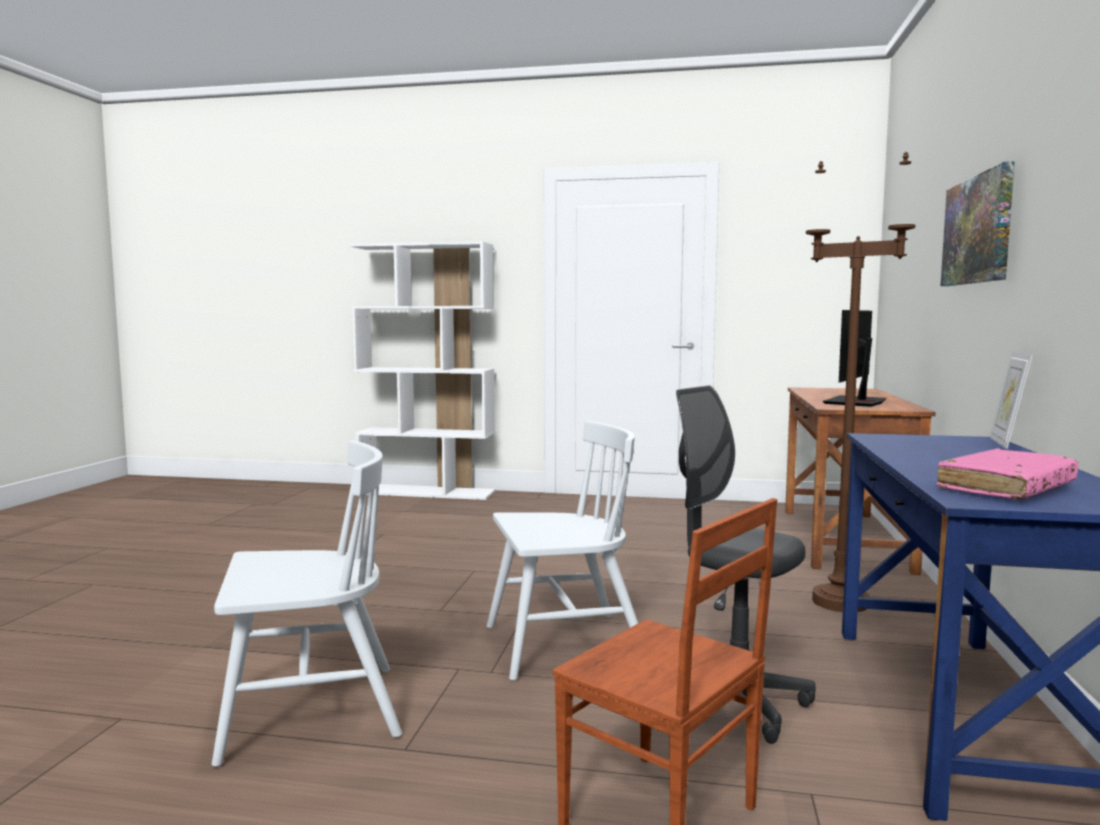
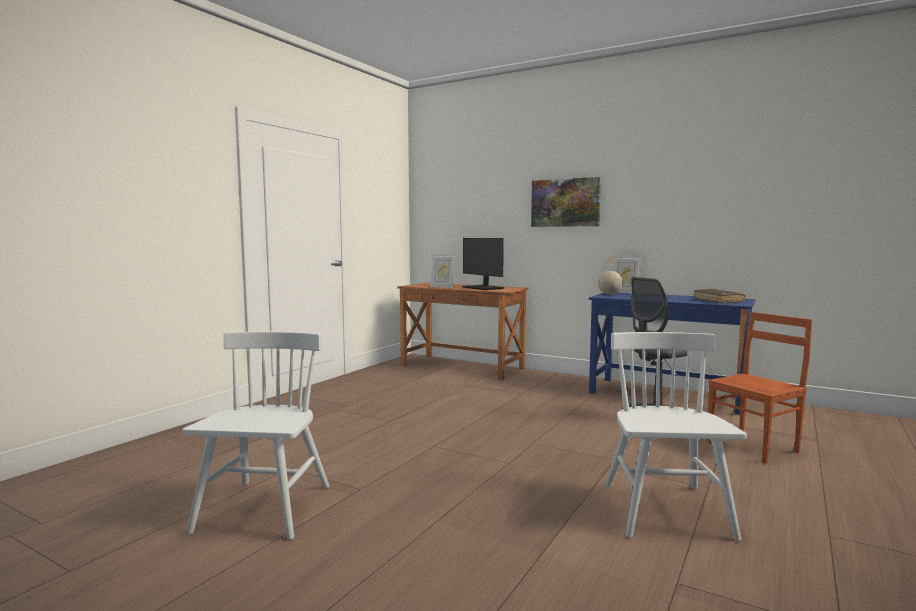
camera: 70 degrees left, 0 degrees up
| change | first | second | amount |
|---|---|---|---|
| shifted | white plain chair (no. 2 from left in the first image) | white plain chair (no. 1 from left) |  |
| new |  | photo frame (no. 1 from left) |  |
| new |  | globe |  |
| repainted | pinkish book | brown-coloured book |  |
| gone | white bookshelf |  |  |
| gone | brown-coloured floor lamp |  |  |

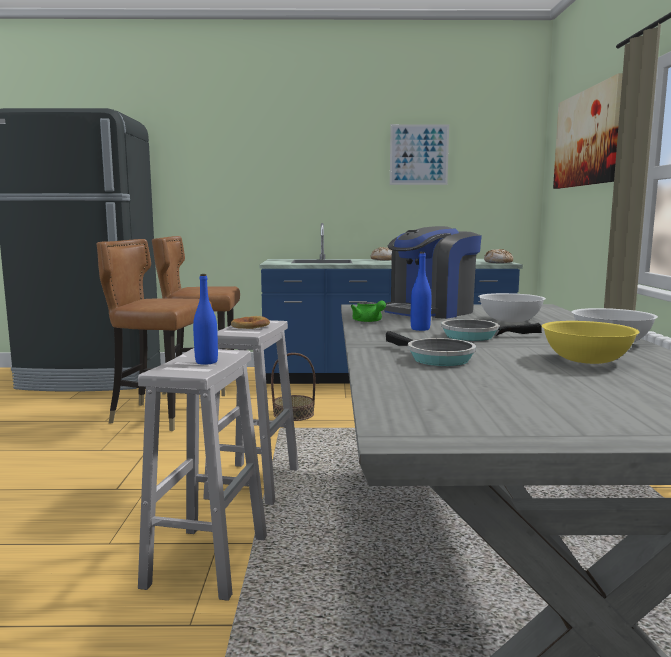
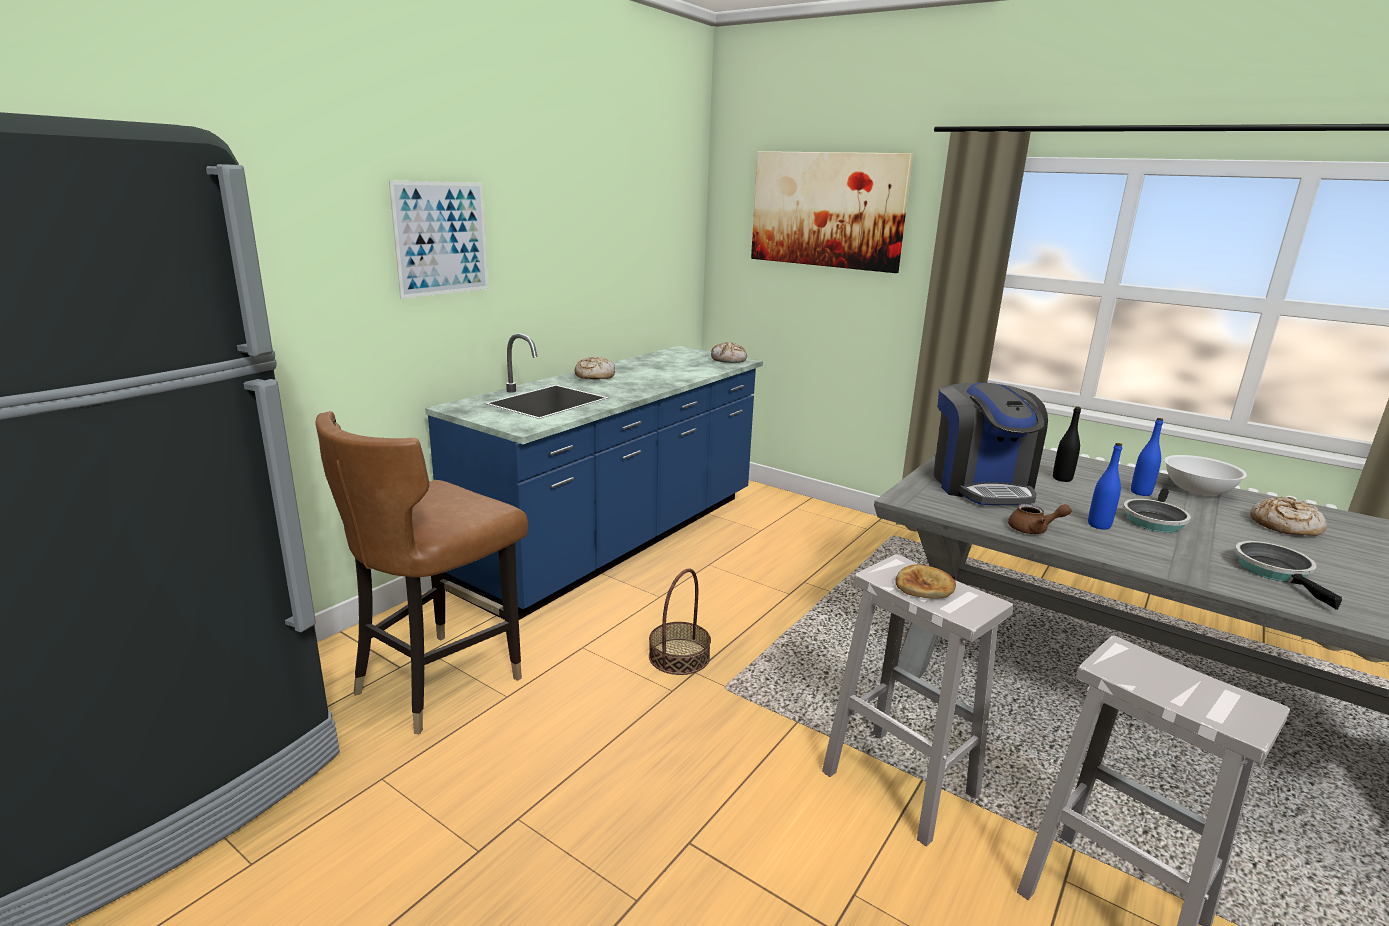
camera: 55 degrees left, 10 degrees up
| change | first | second | amount |
|---|---|---|---|
| shifted | picture (no. 1 from left) |  |  |
| repainted | green pot for tea | brown-coloured pot for tea |  |
| swapped | white bowl (no. 1 from left) | blackish beverage bottle |  |
| shifted | blue-coloured beverage bottle (no. 1 from left in the first image) | blue-coloured beverage bottle (no. 2 from left) |  |
| rotated | pan (no. 1 from left in the first image) | pan (no. 2 from left) | 90 degrees counterclockwise |
| swapped | yellow bowl | bakery bread (no. 4 from left) |  |
| gone | brown-coloured plain chair (no. 1 from left) |  |  |

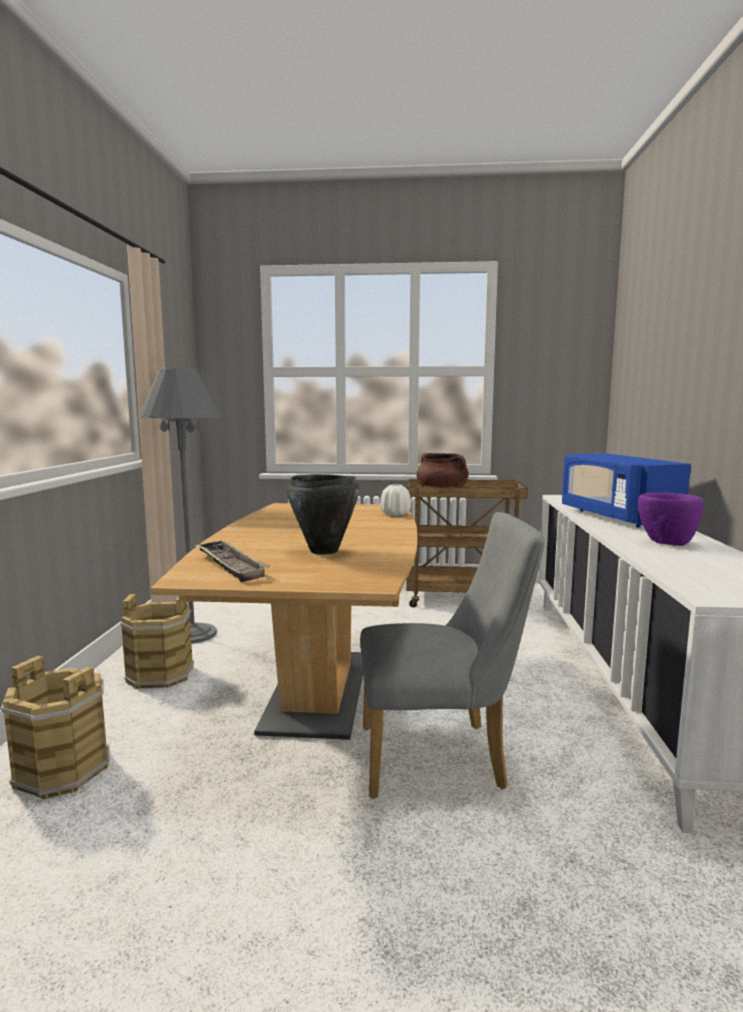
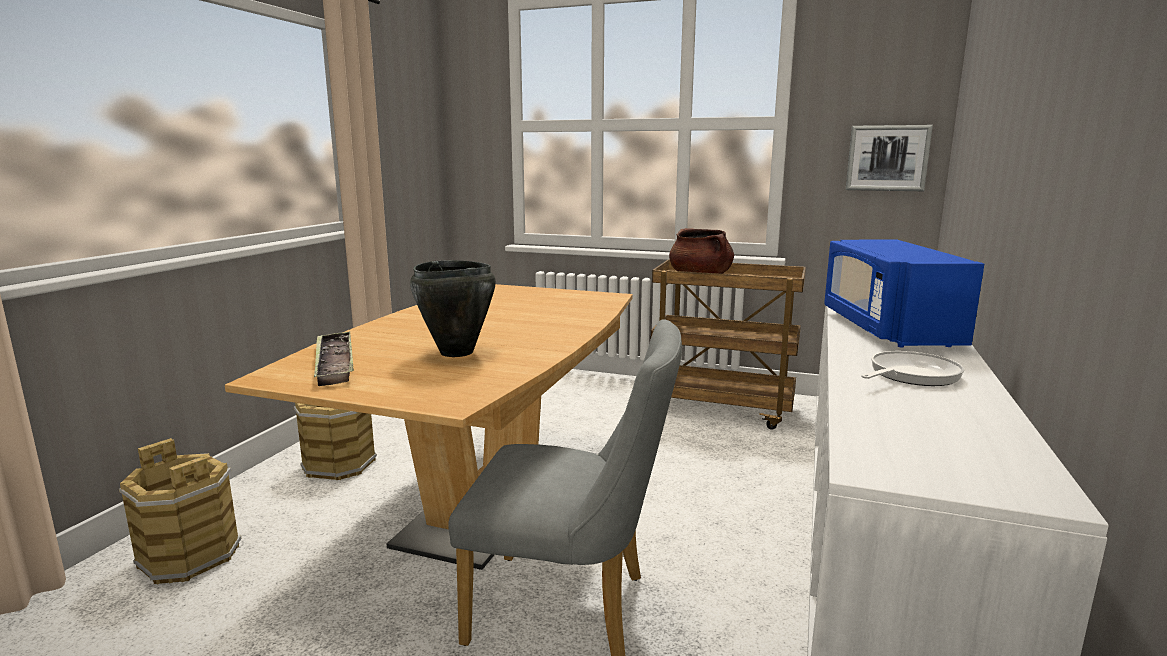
camera: 15 degrees right, 5 degrees up
| change | first | second | amount |
|---|---|---|---|
| new |  | picture |  |
| swapped | purple bowl | pan |  |
| gone | greyish floor lamp |  |  |
| gone | white decorative vase |  |  |

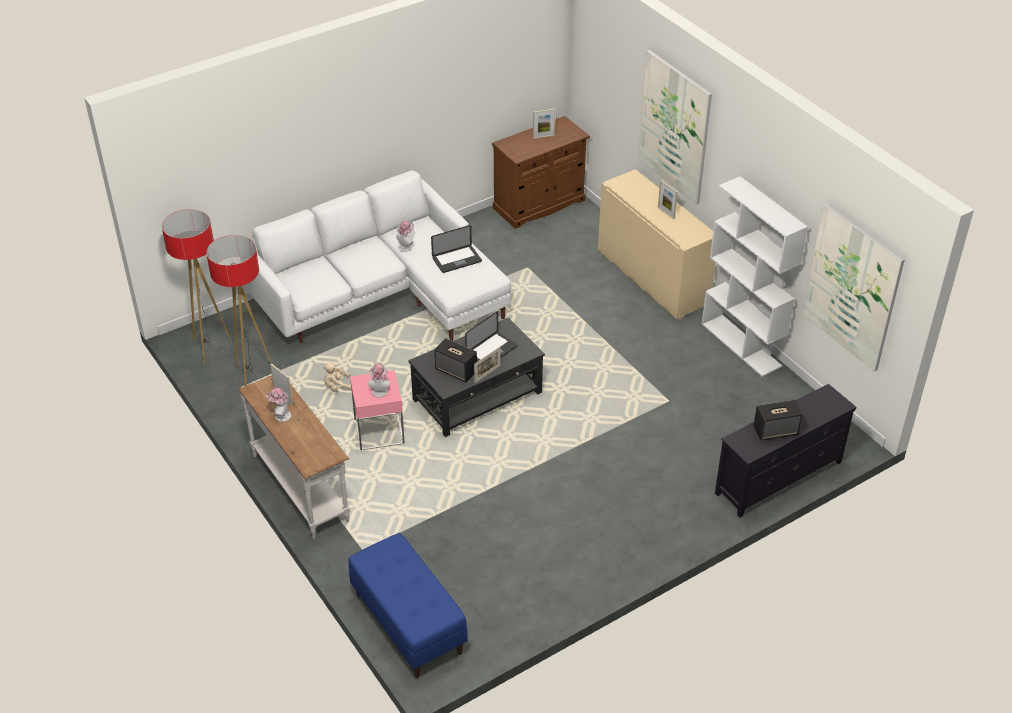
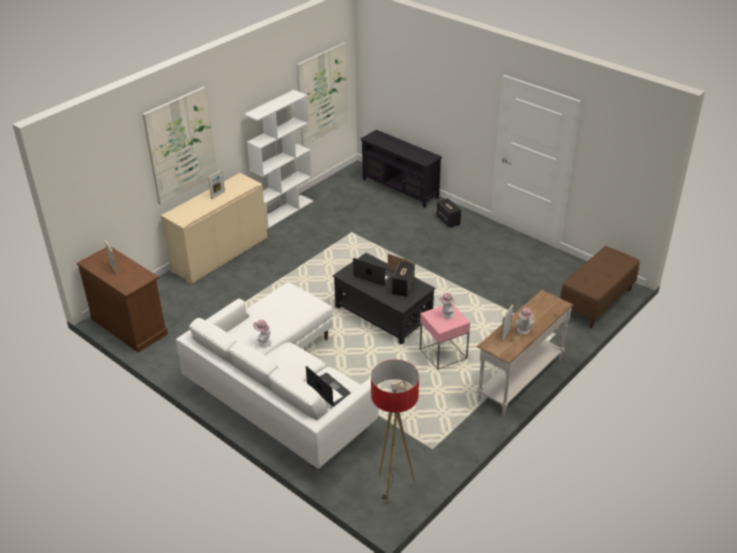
camera: 105 degrees left, 5 degrees down
| change | first | second | amount |
|---|---|---|---|
| shifted | laptop (no. 1 from left) |  |  |
| shifted | audio speaker (no. 2 from left) |  |  |
| repainted | blue-coloured indoor bench | brown-coloured indoor bench |  |
| gone | floor lamp (no. 2 from left) |  |  |

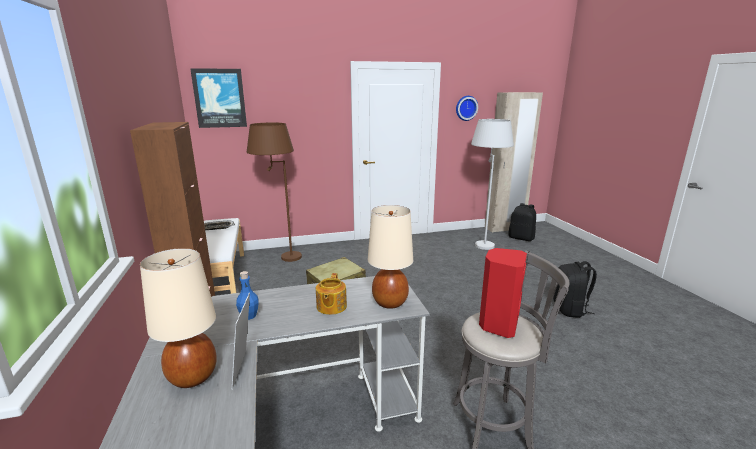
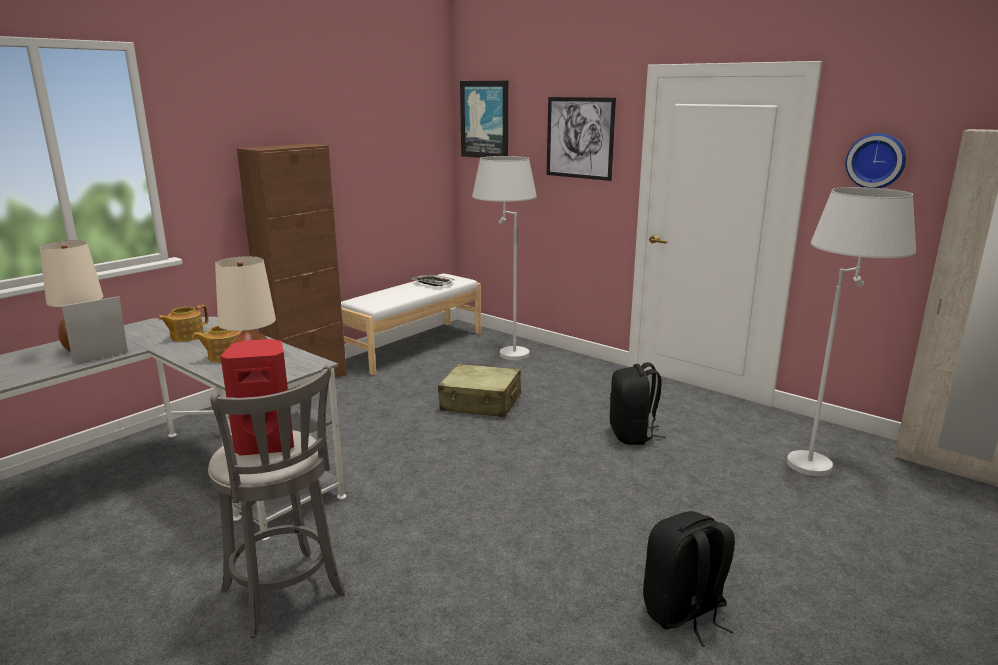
camera: 55 degrees right, 0 degrees up
| change | first | second | amount |
|---|---|---|---|
| swapped | blue-coloured beverage bottle | pot for tea (no. 1 from left) |  |
| repainted | brown-coloured floor lamp | white floor lamp (no. 1 from left) |  |
| new |  | picture (no. 2 from left) |  |
| shifted | blackish knapsack (no. 1 from left) |  |  |

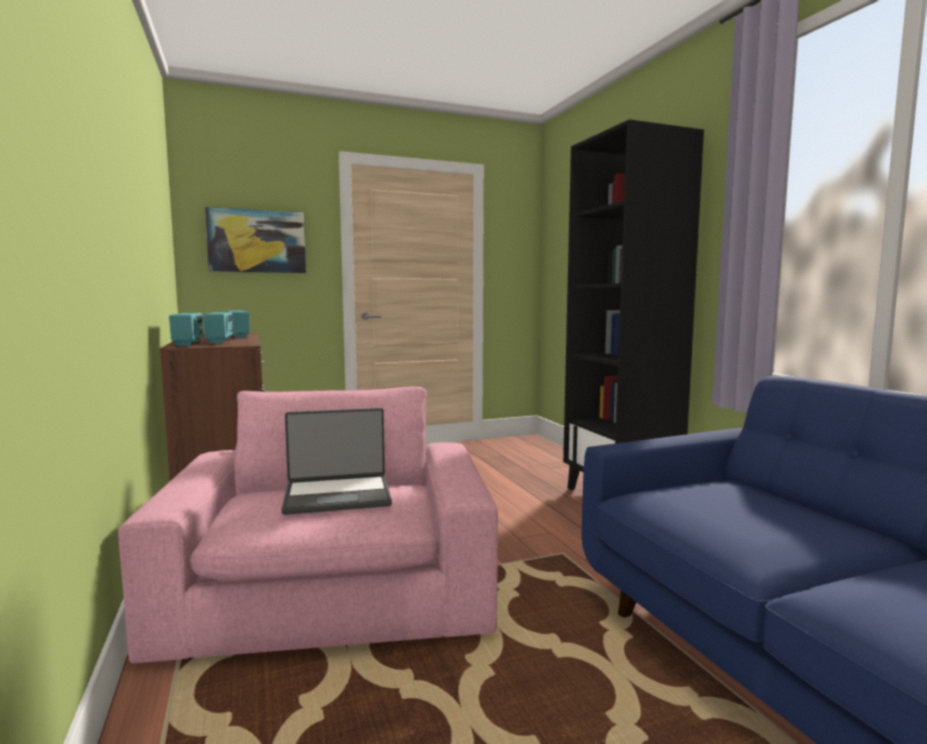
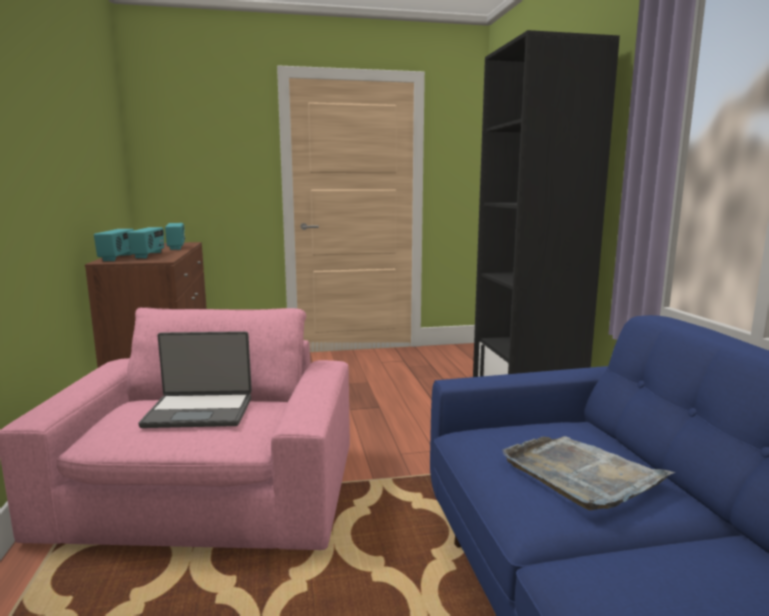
camera: 10 degrees right, 5 degrees up
| change | first | second | amount |
|---|---|---|---|
| new |  | greyish serving tray |  |
| gone | picture |  |  |

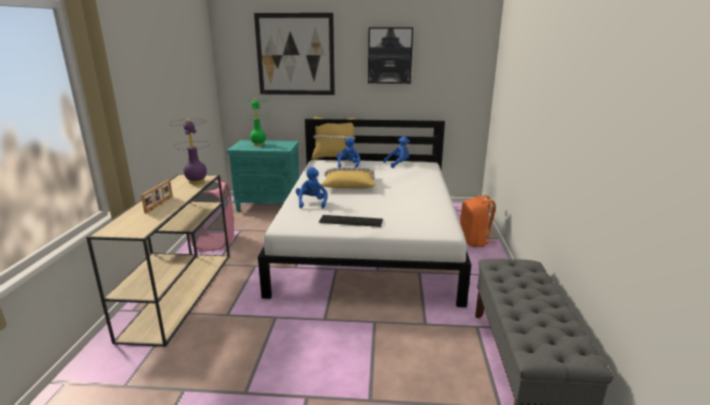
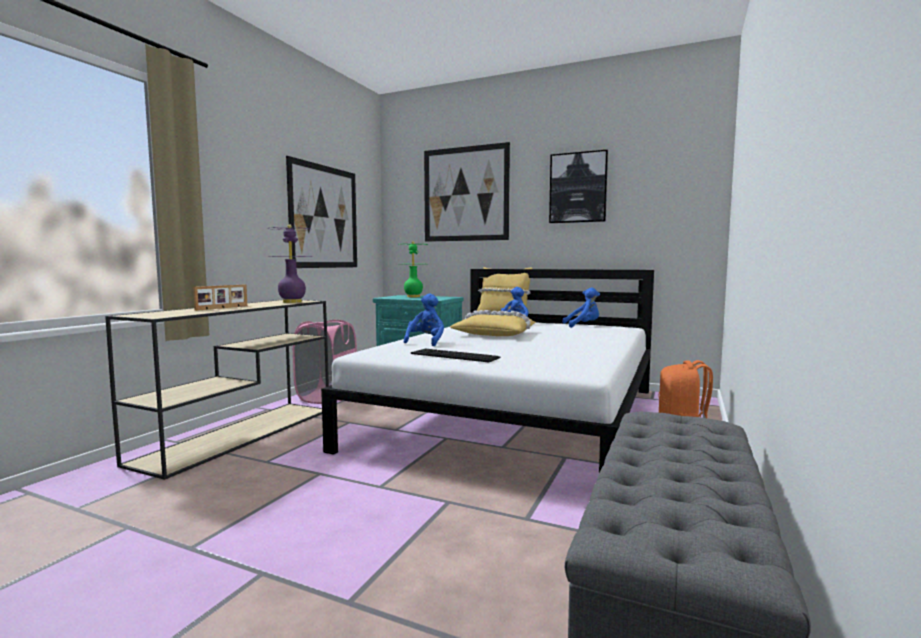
camera: 20 degrees right, 15 degrees down
| change | first | second | amount |
|---|---|---|---|
| new |  | picture (no. 1 from left) |  |

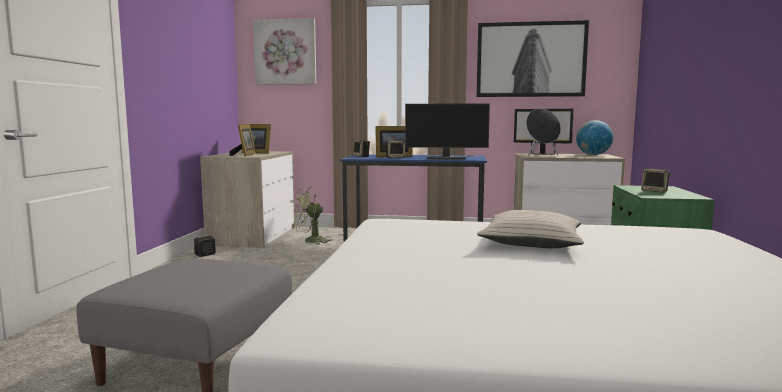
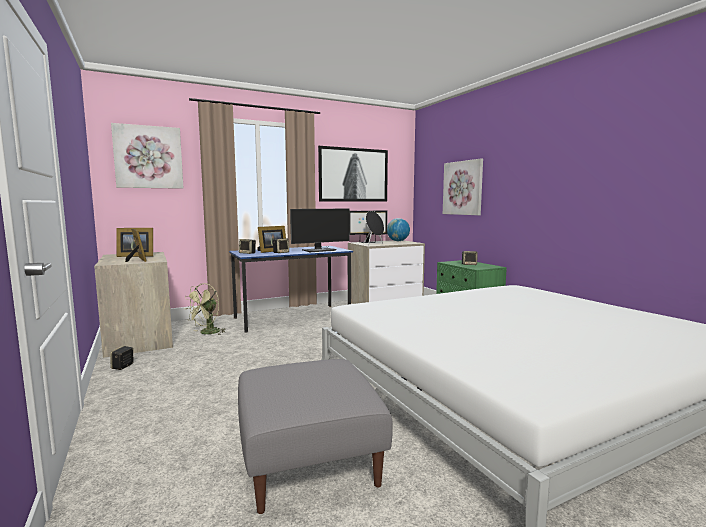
camera: 35 degrees left, 0 degrees up
| change | first | second | amount |
|---|---|---|---|
| new |  | picture (no. 3 from left) |  |
| gone | beige pillow |  |  |

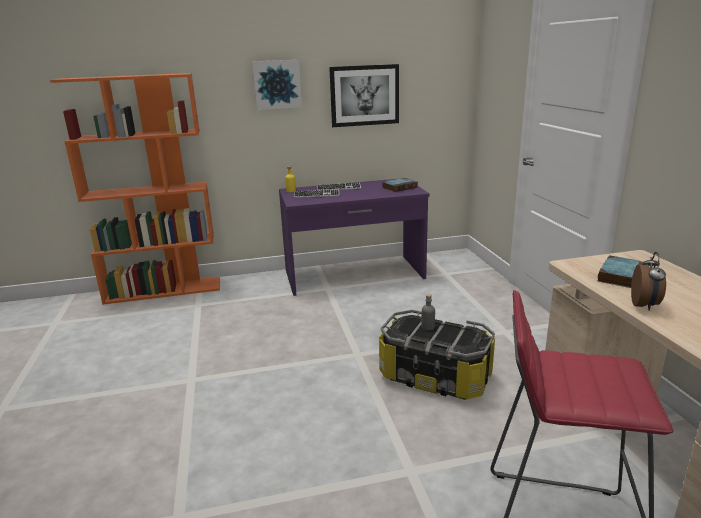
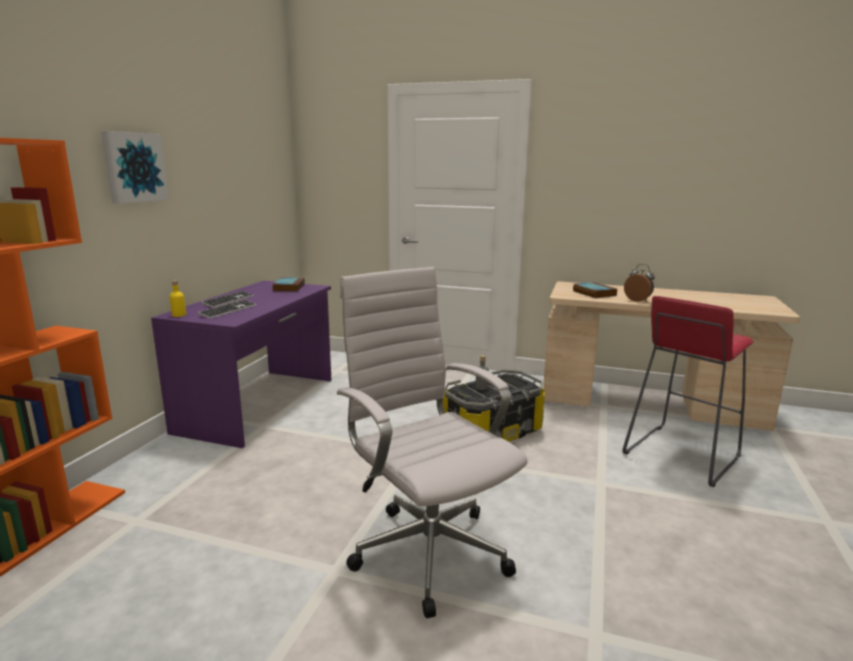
camera: 60 degrees left, 5 degrees down
| change | first | second | amount |
|---|---|---|---|
| new |  | white office chair |  |
| gone | picture (no. 2 from left) |  |  |

